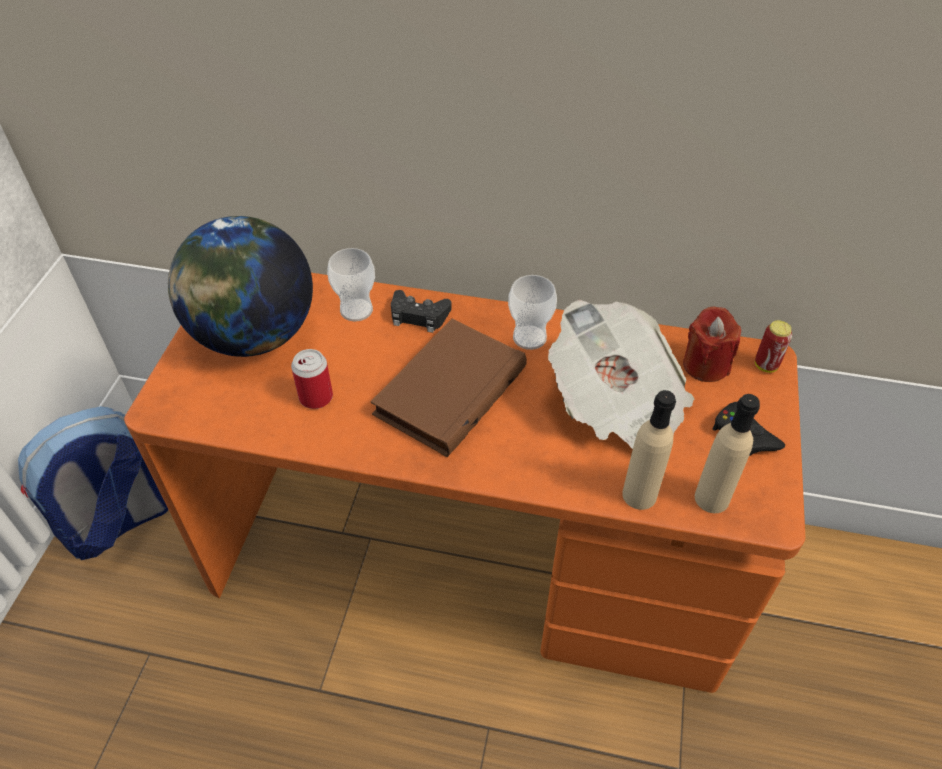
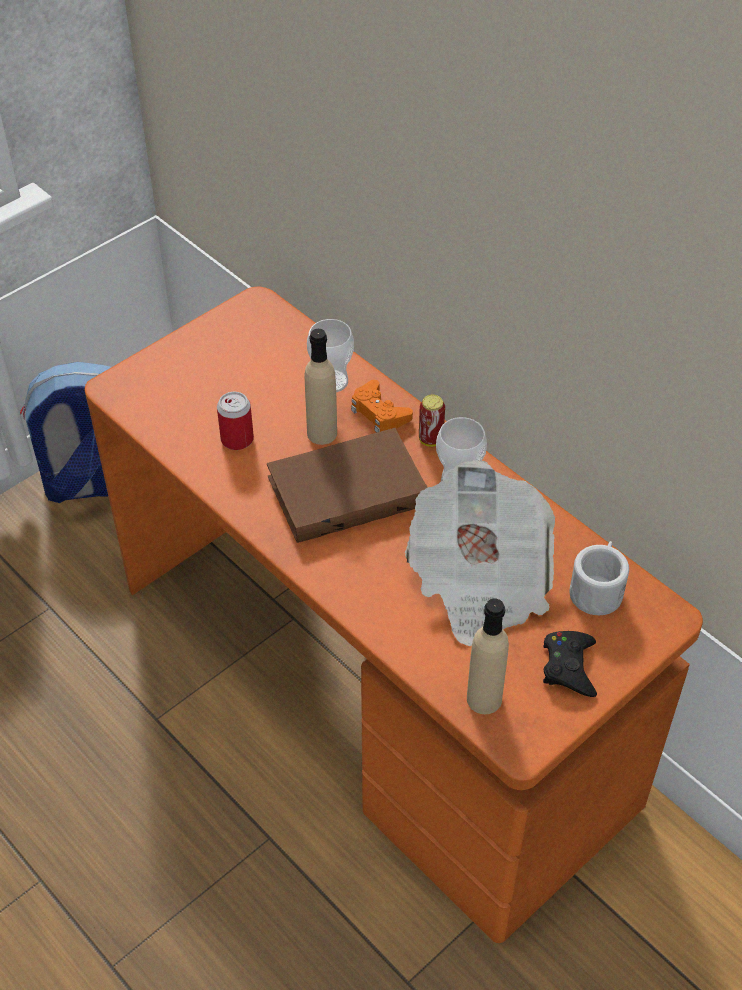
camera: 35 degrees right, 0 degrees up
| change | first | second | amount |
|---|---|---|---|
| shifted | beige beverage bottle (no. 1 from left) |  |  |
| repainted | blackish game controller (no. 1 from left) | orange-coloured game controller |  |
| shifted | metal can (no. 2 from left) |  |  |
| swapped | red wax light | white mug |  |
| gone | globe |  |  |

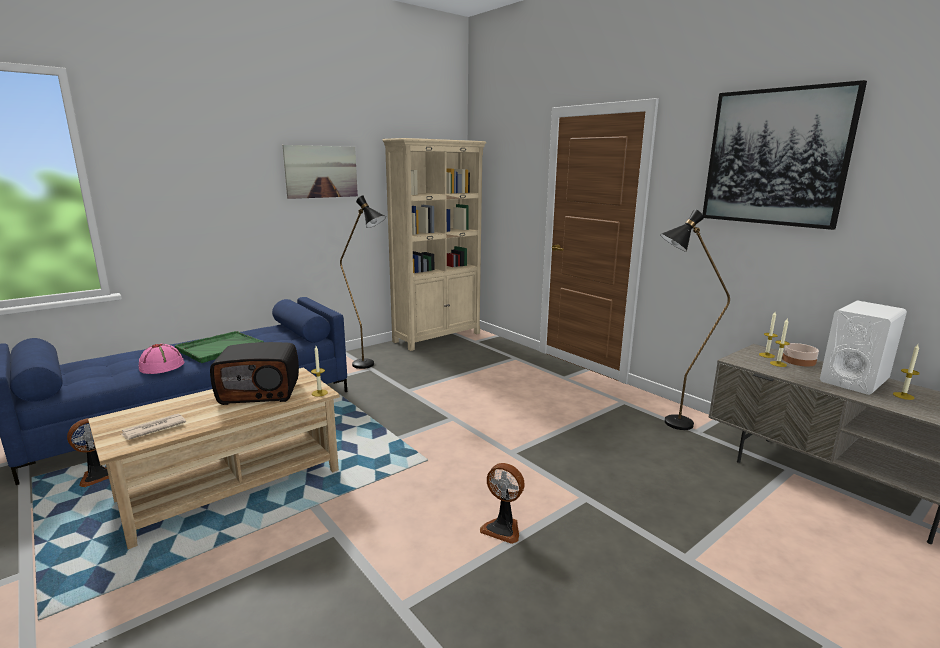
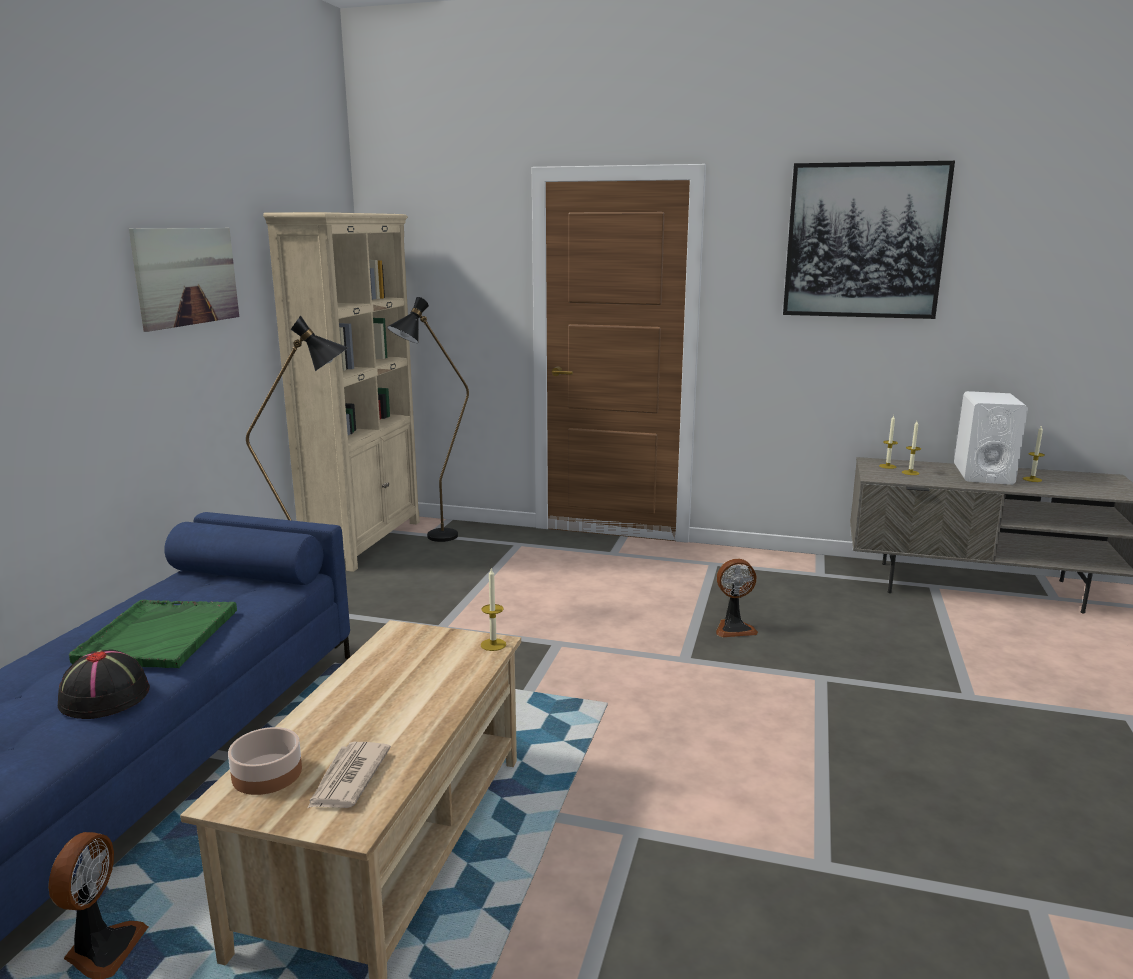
camera: 35 degrees left, 0 degrees up
| change | first | second | amount |
|---|---|---|---|
| repainted | pinkish clothing hat | blackish clothing hat |  |
| shifted | bowl |  |  |
| shifted | blackish floor lamp (no. 2 from left) |  |  |
| shifted | fan (no. 2 from left) |  |  |
| gone | radio receiver |  |  |

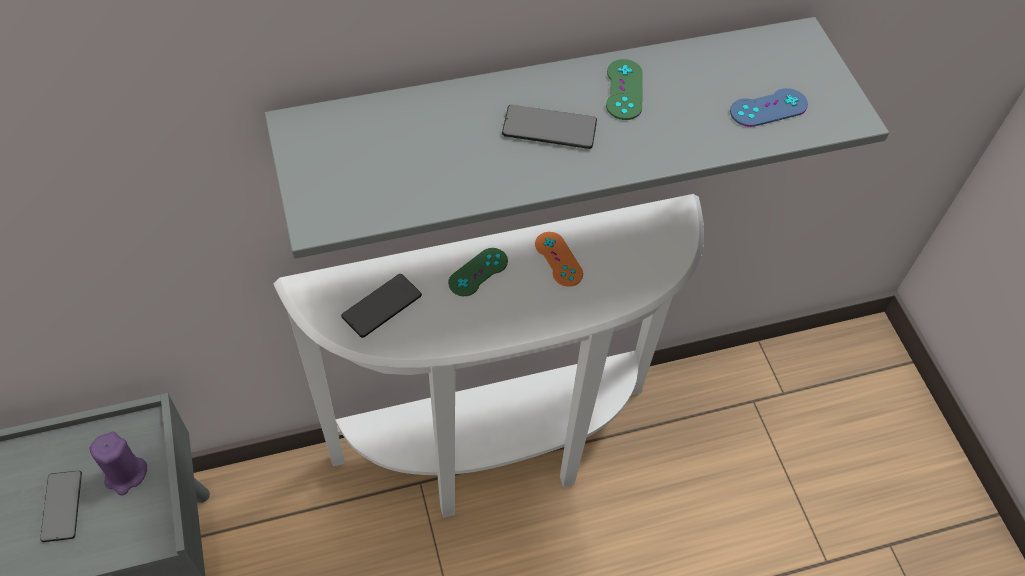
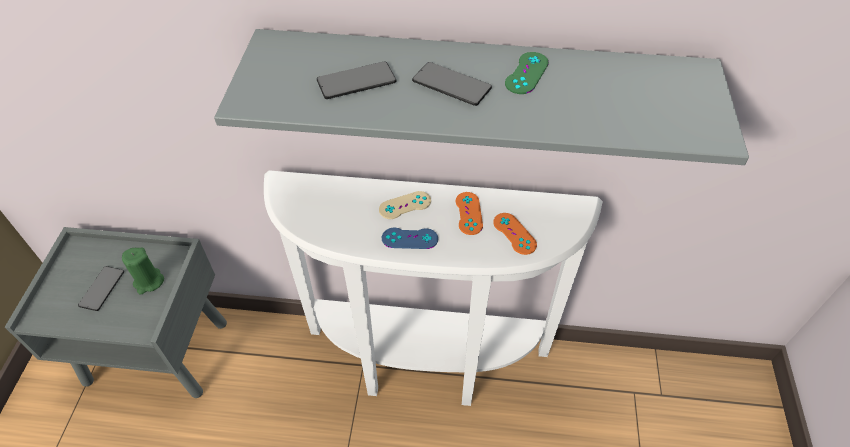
camera: 25 degrees right, 5 degrees down
| change | first | second | amount |
|---|---|---|---|
| repainted | purple wax light | green wax light |  |
| shifted | handset (no. 2 from left) |  |  |
| repainted | green game controller (no. 1 from left) | beige game controller |  |
| shifted | blue-coloured game controller |  |  |
| new |  | orange-coloured game controller (no. 2 from left) |  |

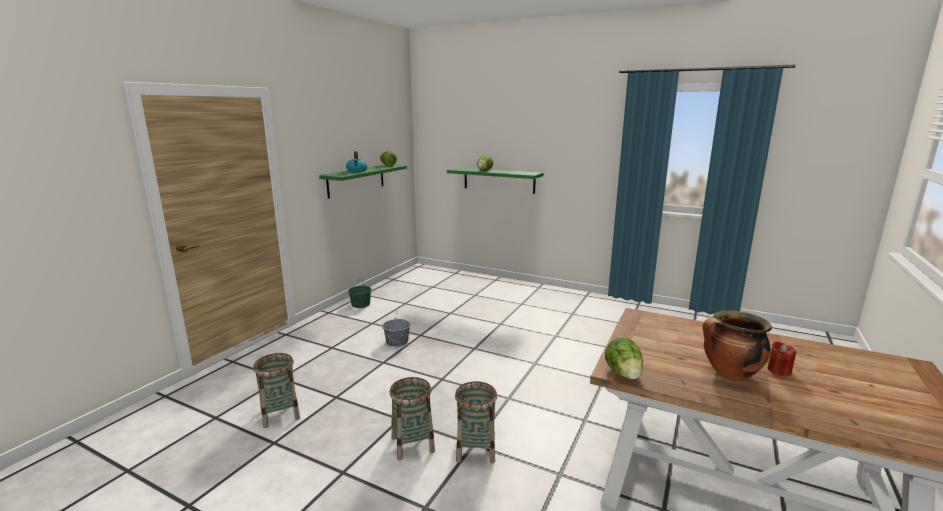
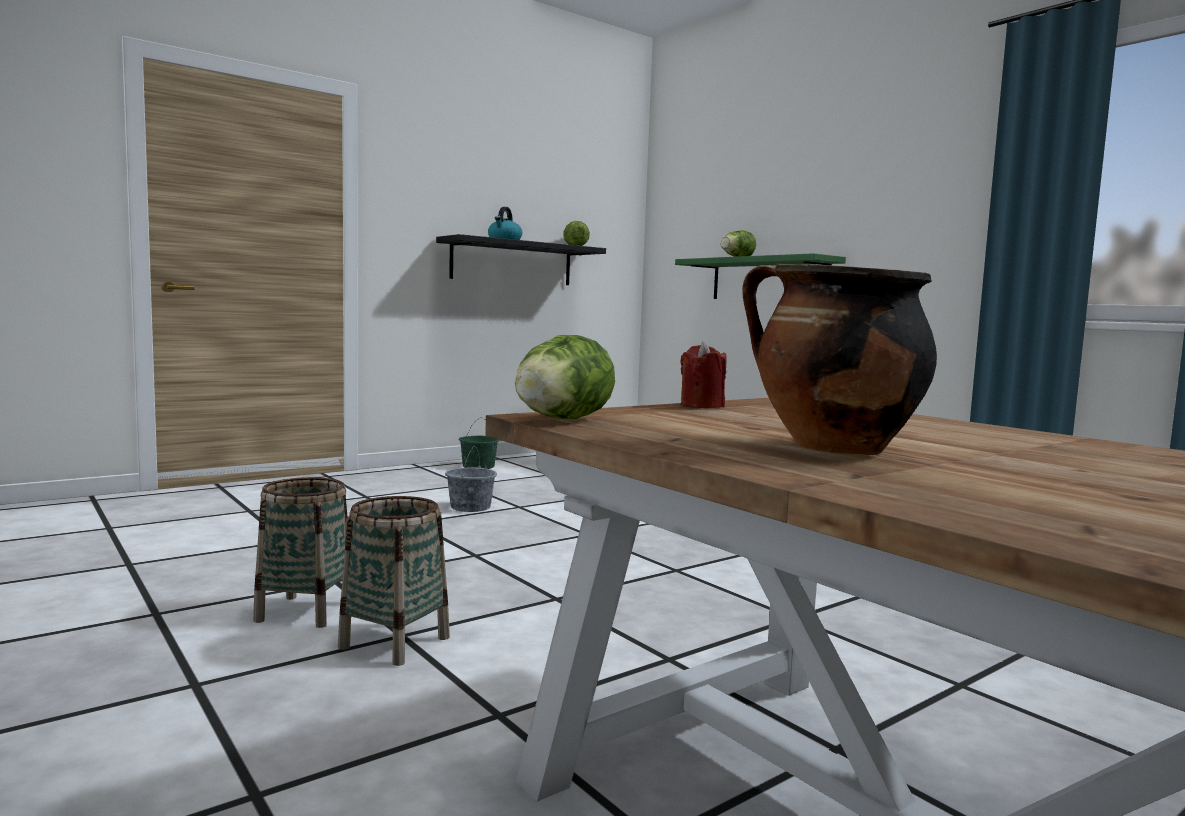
camera: 25 degrees right, 10 degrees down
| change | first | second | amount |
|---|---|---|---|
| repainted | green shelf (no. 1 from left) | blackish shelf |  |
| shifted | red wax light |  |  |
| gone | basket (no. 1 from left) |  |  |

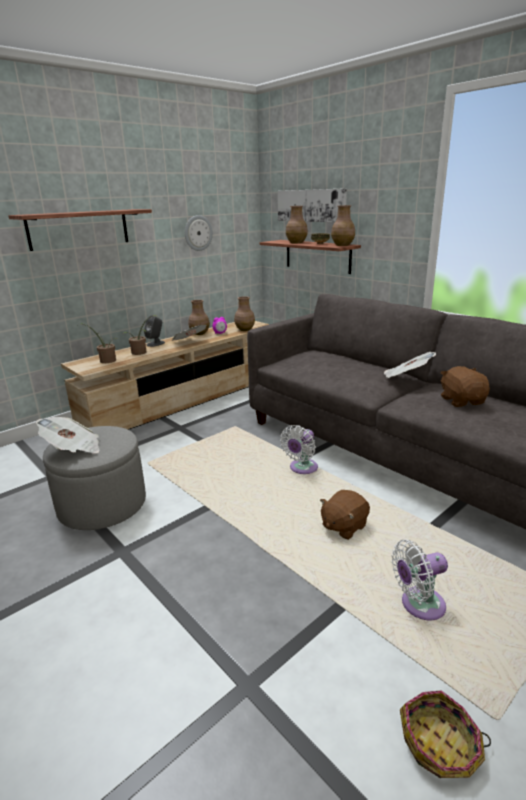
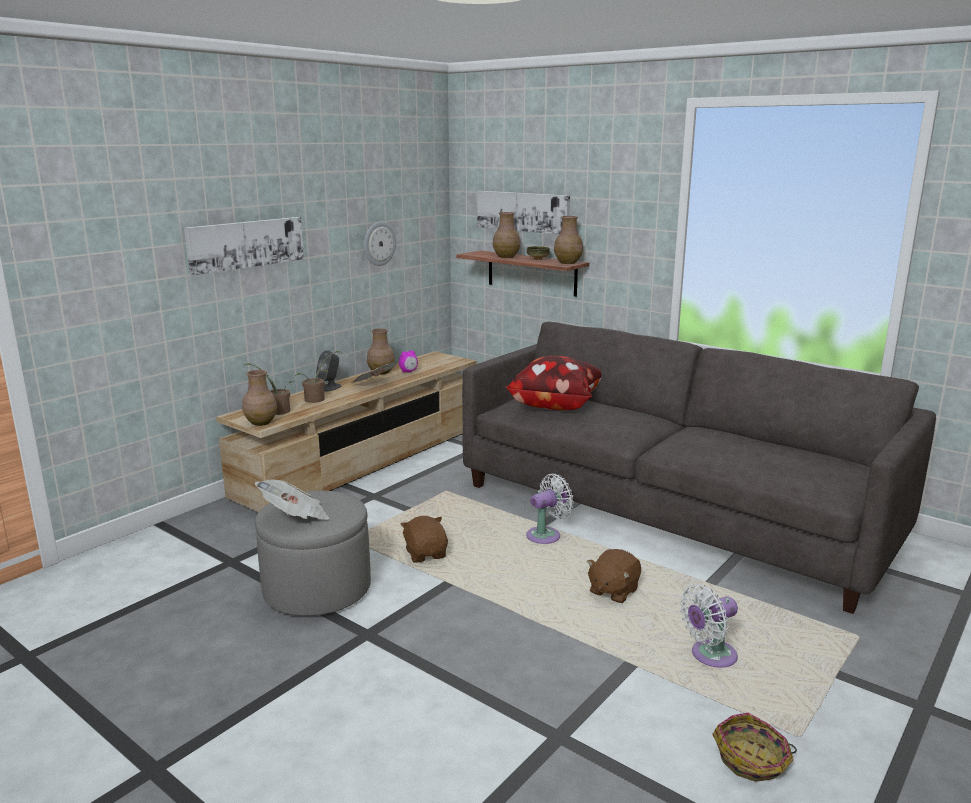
camera: 10 degrees left, 5 degrees down
| change | first | second | amount |
|---|---|---|---|
| swapped | shelf (no. 1 from left) | picture (no. 1 from left) |  |
| shifted | brown-coloured decorative vase (no. 2 from left in the first image) | brown-coloured decorative vase (no. 1 from left) |  |
| shifted | brown-coloured plush toy (no. 2 from left in the first image) | brown-coloured plush toy (no. 1 from left) |  |
| new |  | pillow |  |
| rotated | white fan (no. 1 from left) |  | 150 degrees counterclockwise |
| gone | daily paper (no. 3 from left) |  |  |

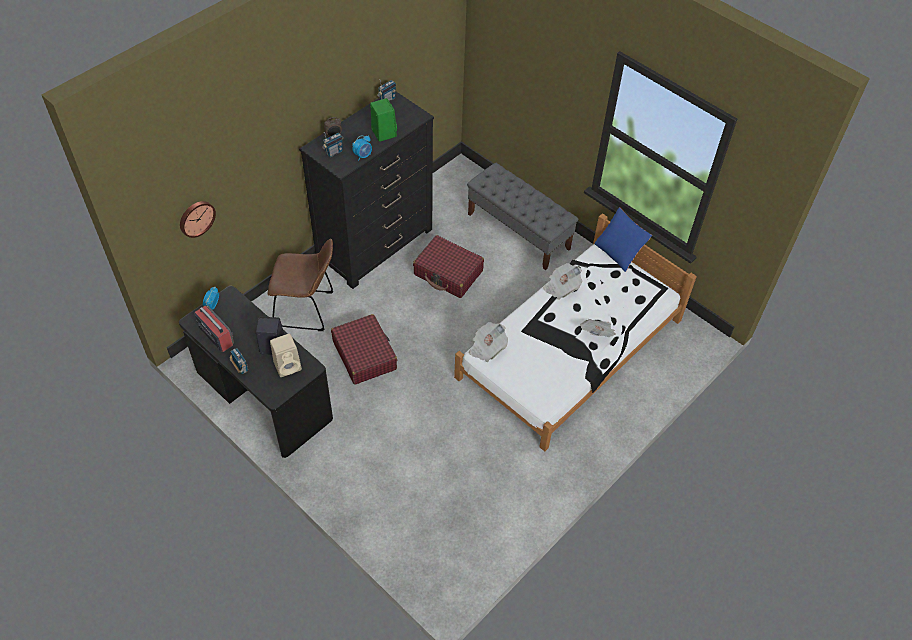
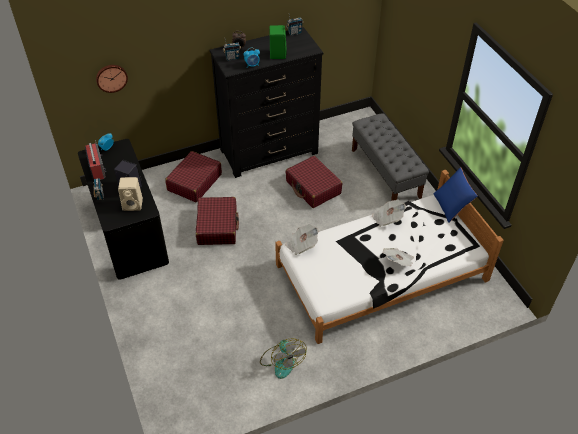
camera: 25 degrees right, 5 degrees down
| change | first | second | amount |
|---|---|---|---|
| swapped | brown-coloured plain chair | red piece of luggage (no. 1 from left) |  |
| new |  | fan |  |

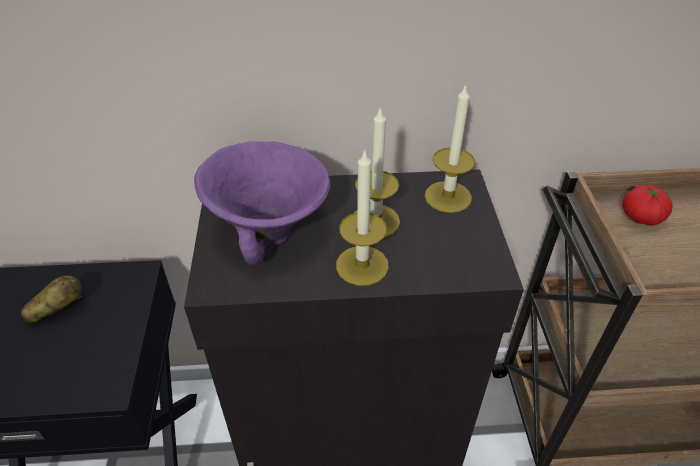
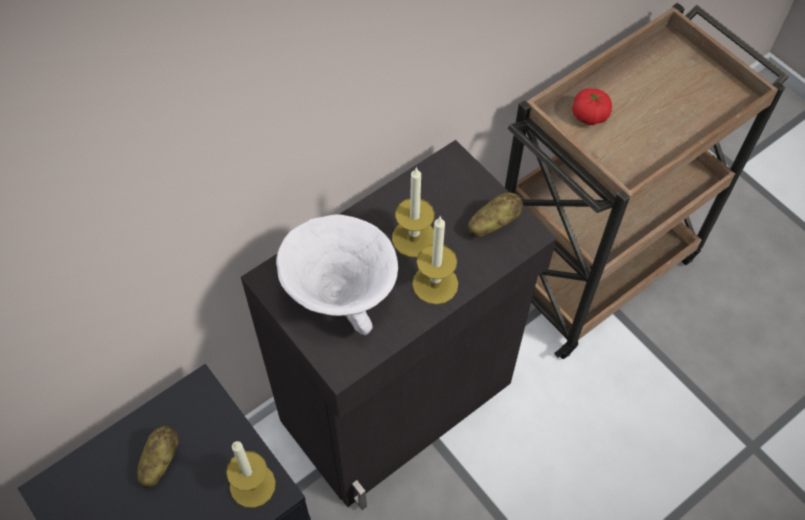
camera: 35 degrees left, 15 degrees up
| change | first | second | amount |
|---|---|---|---|
| shifted | wax light (no. 3 from left in the first image) | wax light (no. 1 from left) |  |
| repainted | purple bowl | white bowl |  |
| new |  | spud (no. 2 from left) |  |

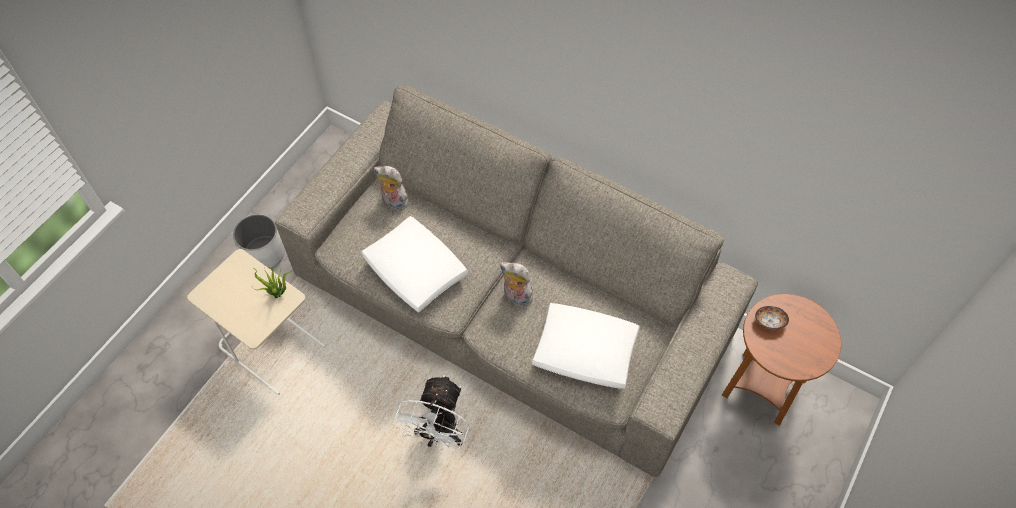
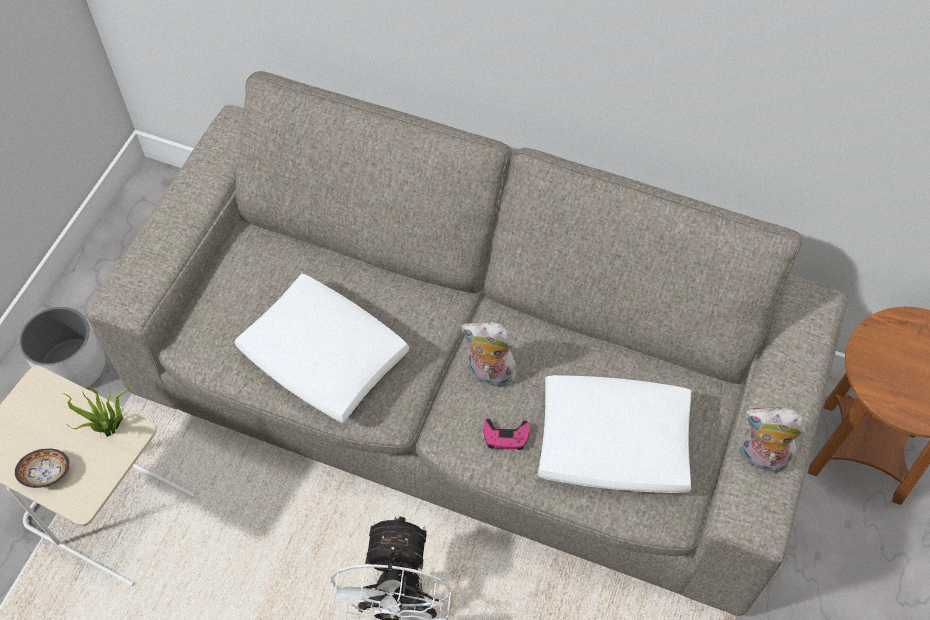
camera: 10 degrees left, 0 degrees up
| change | first | second | amount |
|---|---|---|---|
| shifted | bowl |  |  |
| new |  | pinkish game controller |  |
| shifted | plush toy (no. 1 from left in the first image) | plush toy (no. 2 from left) |  |

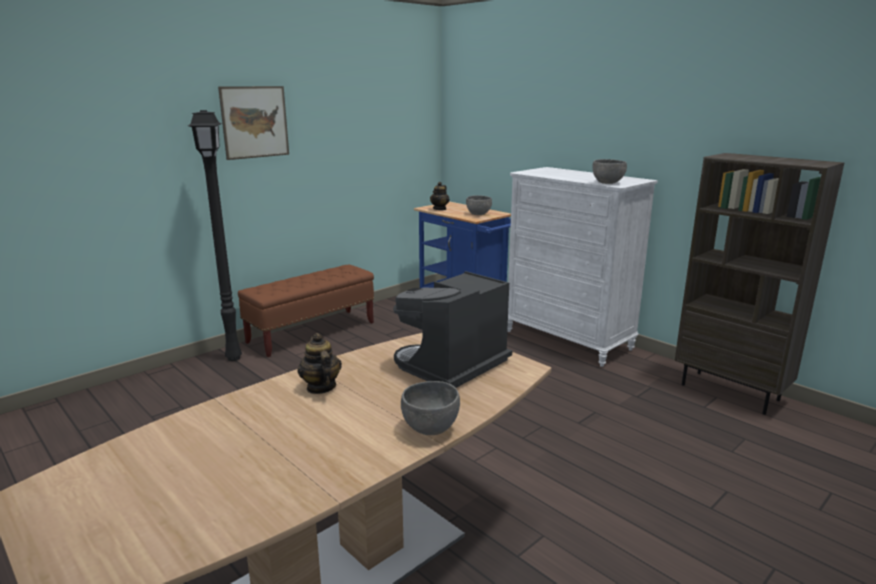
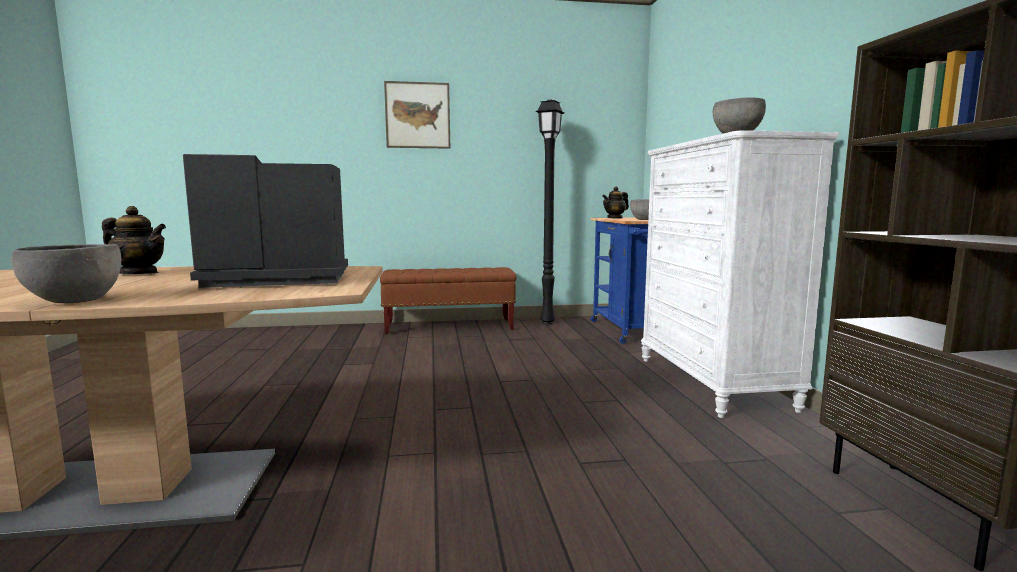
camera: 35 degrees right, 10 degrees down
| change | first | second | amount |
|---|---|---|---|
| rotated | pot for tea (no. 1 from left) |  | 90 degrees clockwise |
| shifted | blackish floor lamp |  |  |

